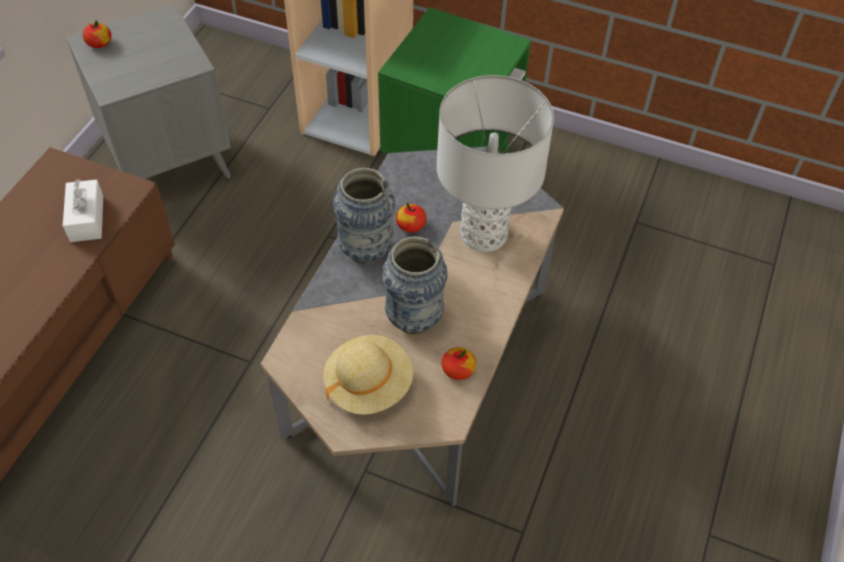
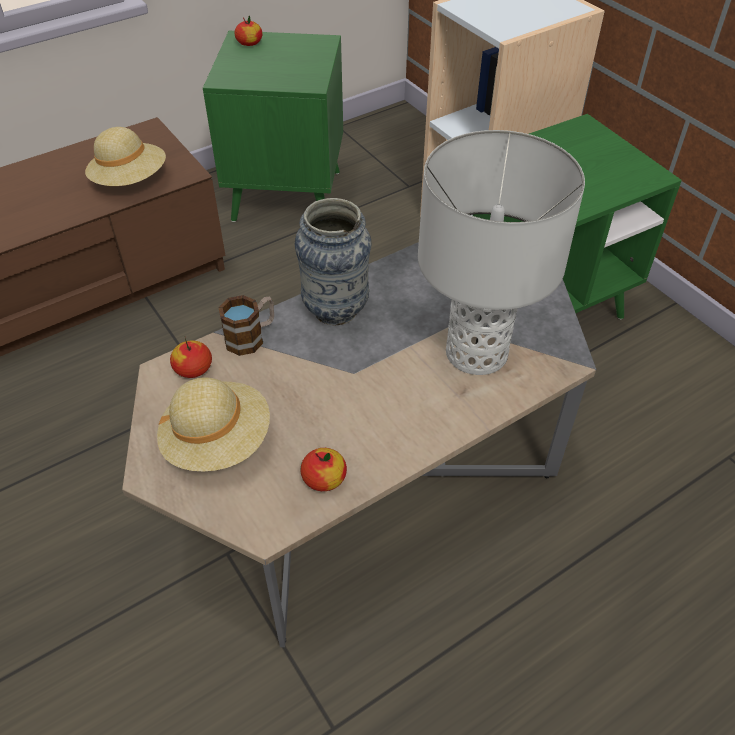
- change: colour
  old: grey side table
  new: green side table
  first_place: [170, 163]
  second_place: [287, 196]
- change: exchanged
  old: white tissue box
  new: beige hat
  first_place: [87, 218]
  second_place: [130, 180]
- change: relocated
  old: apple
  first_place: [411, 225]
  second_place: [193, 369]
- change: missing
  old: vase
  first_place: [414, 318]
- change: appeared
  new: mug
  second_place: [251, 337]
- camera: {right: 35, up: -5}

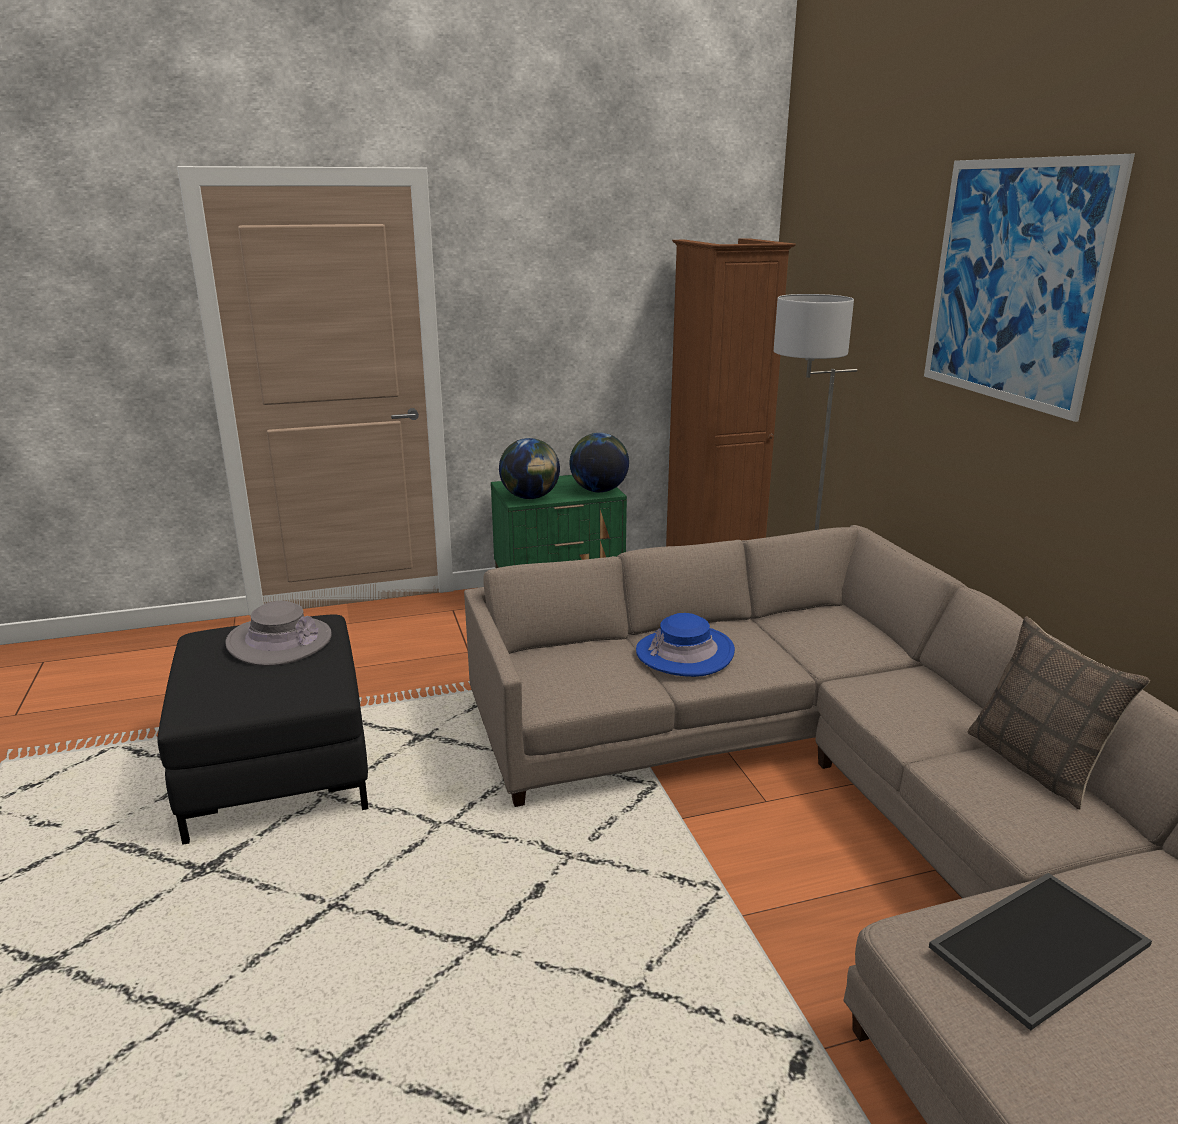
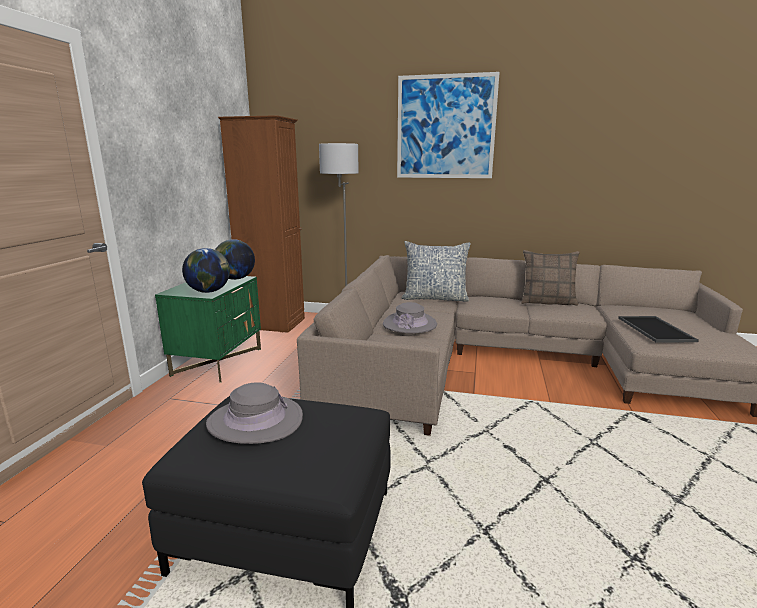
- change: colour
  old: blue hat
  new: grey hat
  first_place: [685, 653]
  second_place: [409, 324]
- change: appeared
  new: pillow
  second_place: [435, 298]
- camera: {right: -60, up: -5}

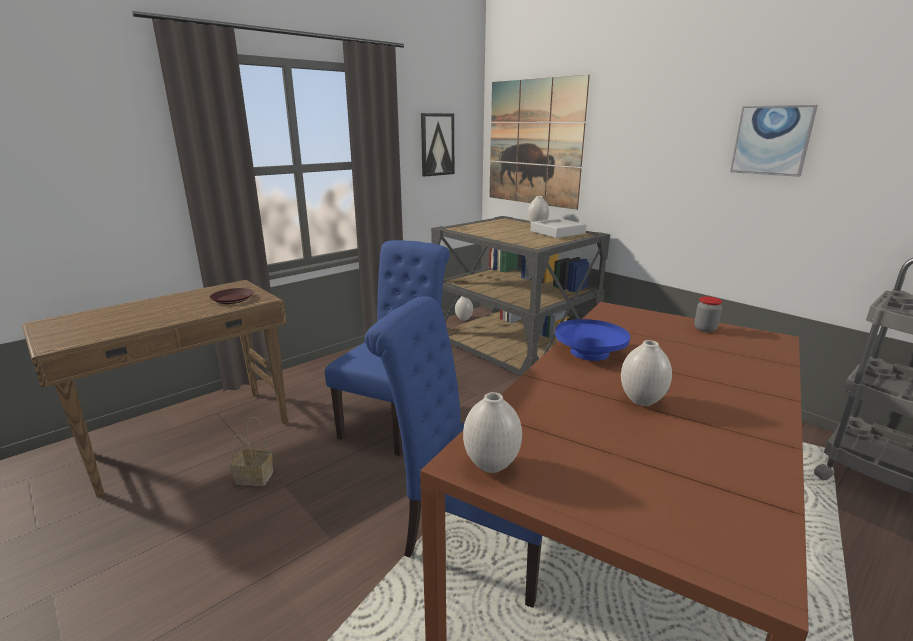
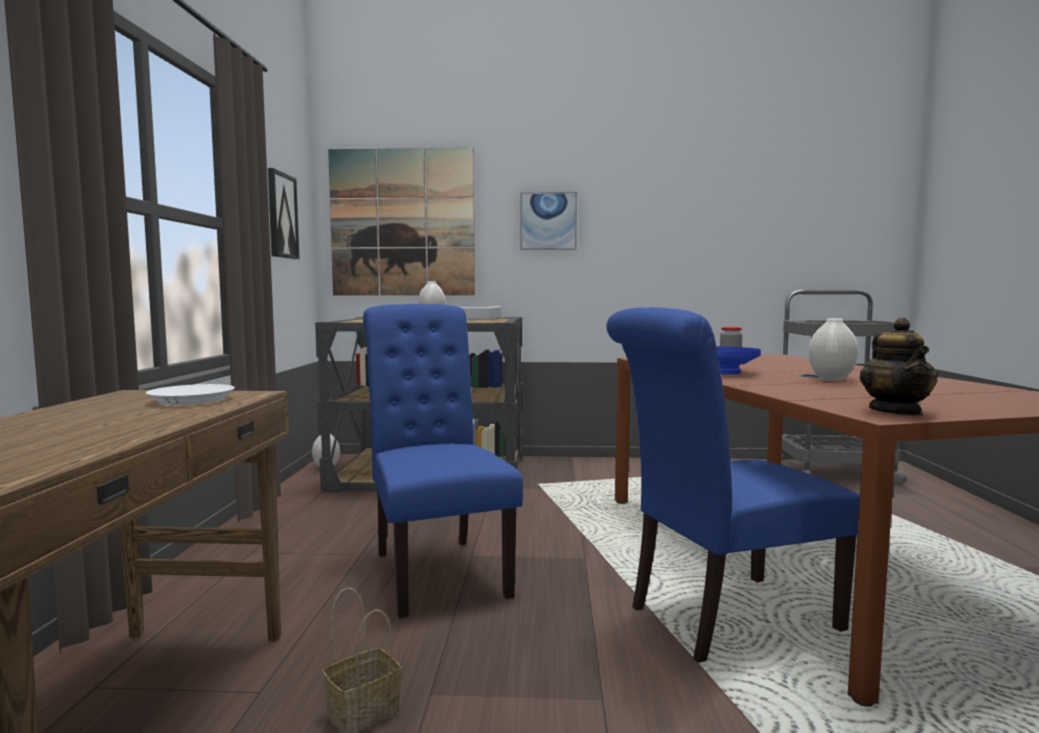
- change: relocated
  old: picture
  first_place: [771, 140]
  second_place: [548, 221]
- change: colour
  old: brown plate
  new: white plate
  first_place: [232, 299]
  second_place: [192, 400]
- change: exchanged
  old: white vase
  new: teapot
  first_place: [492, 465]
  second_place: [895, 412]
- camera: {right: -45, up: -15}

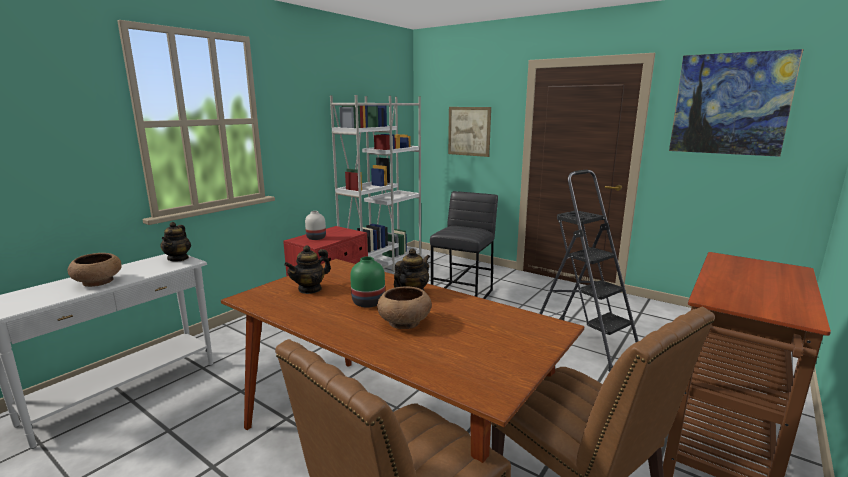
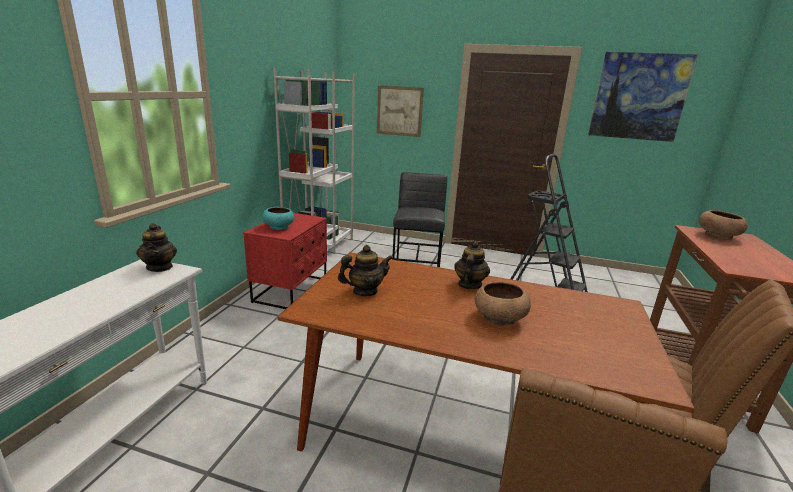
- change: exchanged
  old: white vase
  new: turquoise bowl
  first_place: [316, 238]
  second_place: [279, 227]
- change: spun
  old: teapot
  first_place: [310, 289]
  second_place: [365, 291]
  degrees: -135
- change: relocated
  old: brown bowl
  first_place: [99, 282]
  second_place: [718, 236]
- change: missing
  old: green vase
  first_place: [368, 302]
- camera: {right: -20, up: 5}

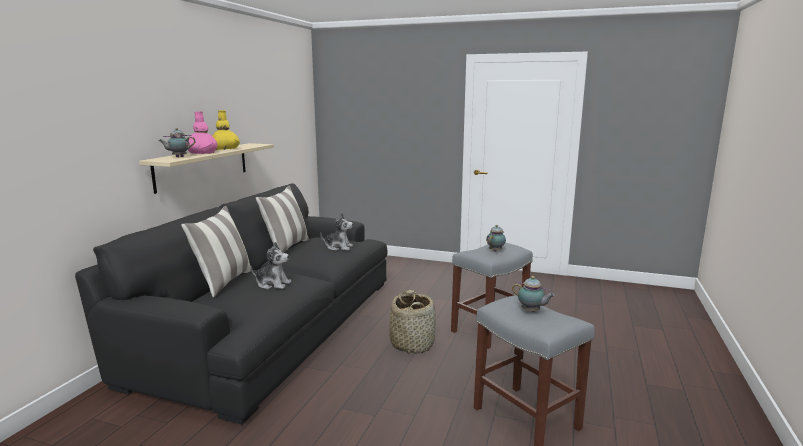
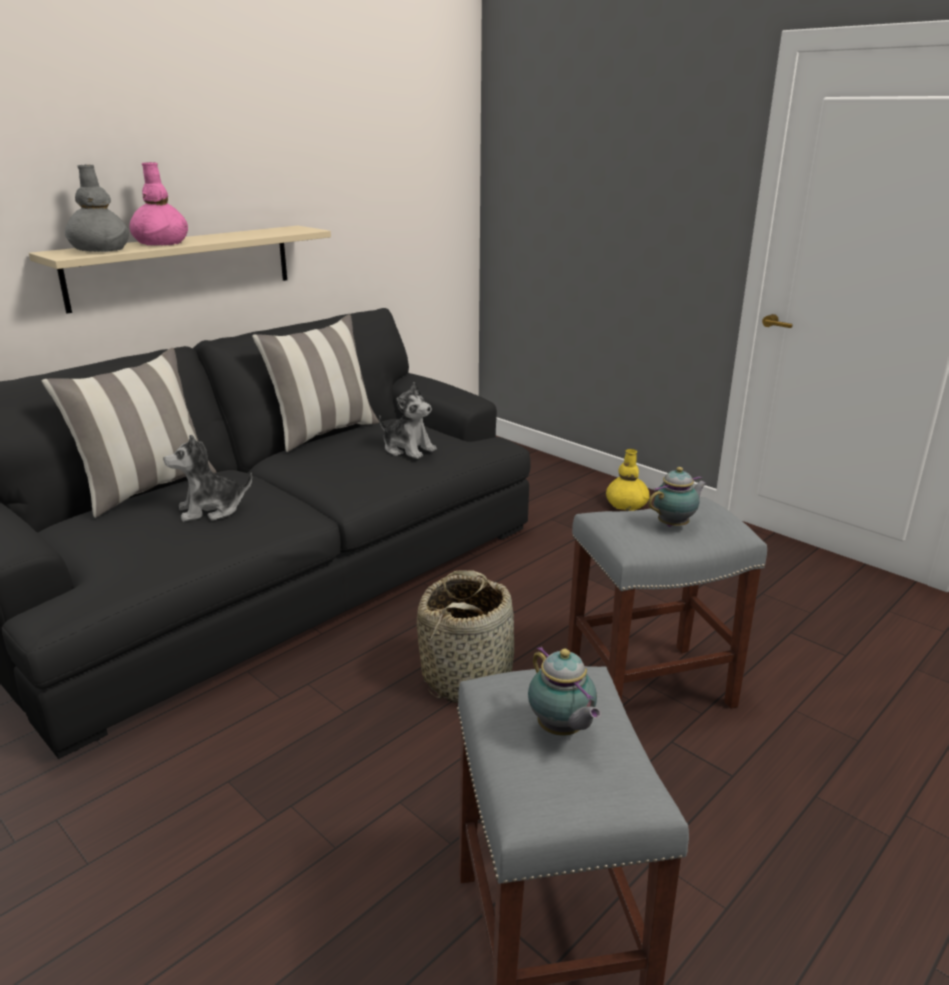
- change: relocated
  old: yellow vase
  first_place: [225, 149]
  second_place: [626, 505]
- change: exchanged
  old: teapot
  new: grey vase
  first_place: [178, 157]
  second_place: [100, 249]
- change: spun
  old: plush toy
  first_place: [273, 284]
  second_place: [211, 510]
  degrees: 120
- camera: {right: 25, up: 10}

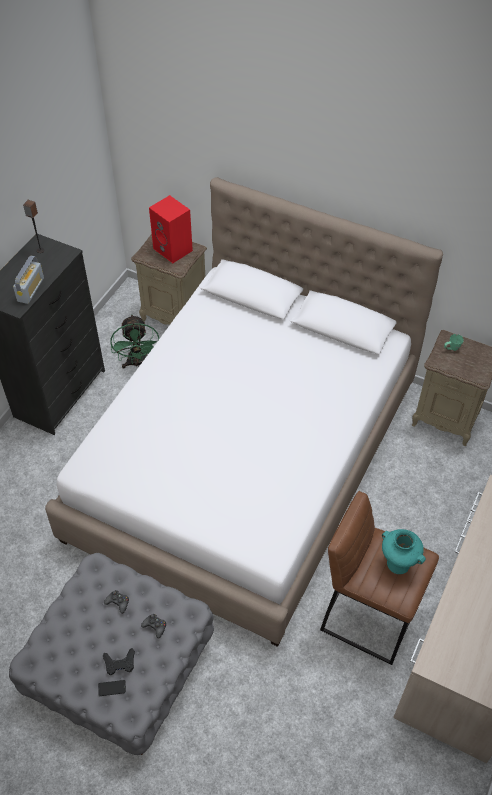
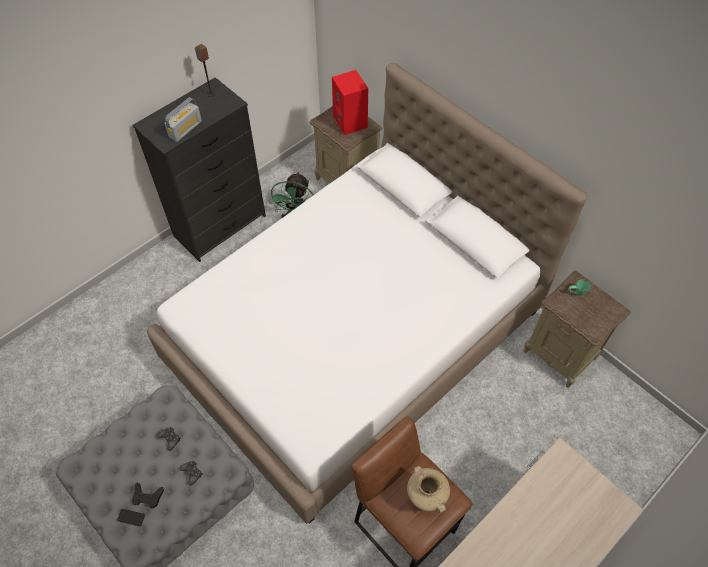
- change: colour
  old: turquoise vase
  new: beige vase
  first_place: [397, 564]
  second_place: [424, 499]
- camera: {right: 20, up: 5}

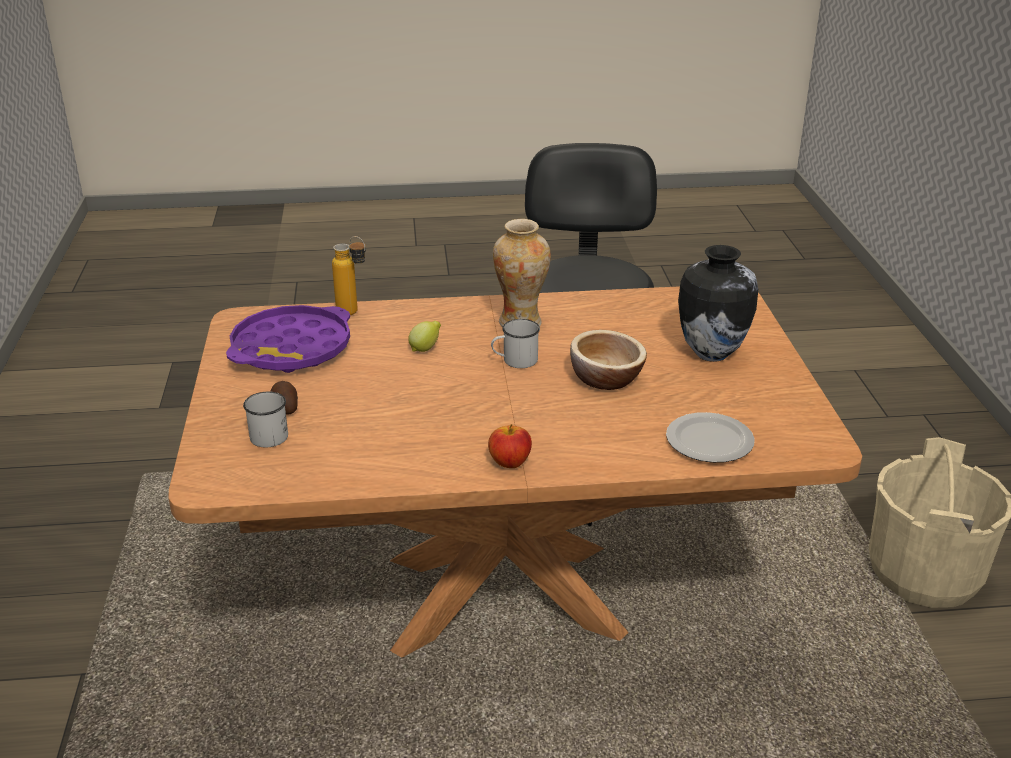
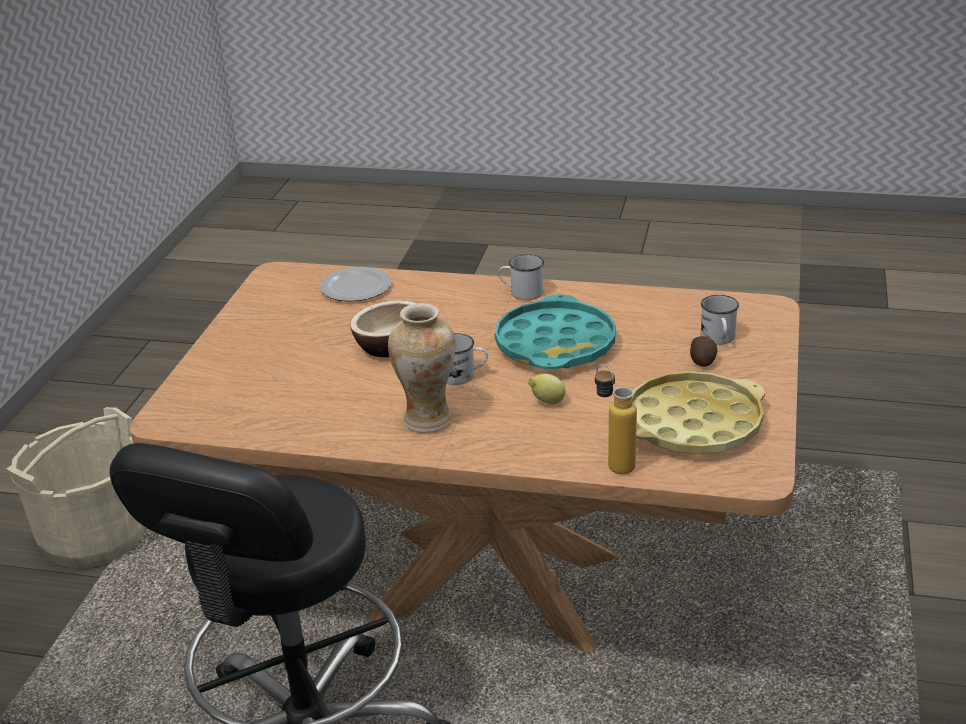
- change: missing
  old: vase
  first_place: [711, 353]
- change: colour
  old: purple tray
  new: yellow tray
  first_place: [291, 348]
  second_place: [693, 424]
- change: exchanged
  old: apple
  new: white mug
  first_place: [510, 462]
  second_place: [521, 292]
- change: appeared
  new: turquoise tray
  second_place: [555, 345]
- camera: {right: -160, up: 0}

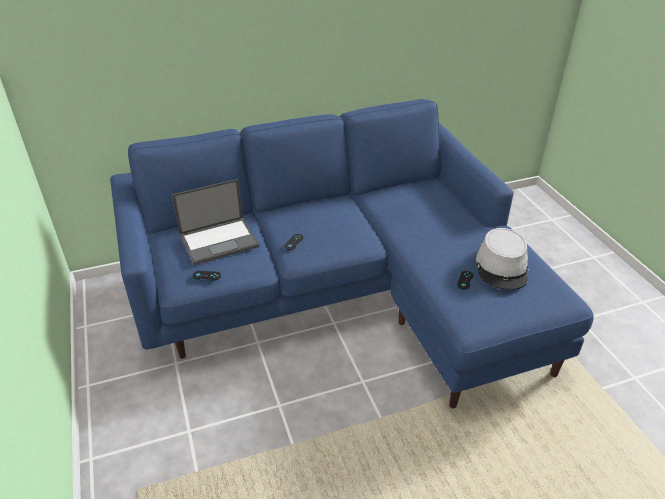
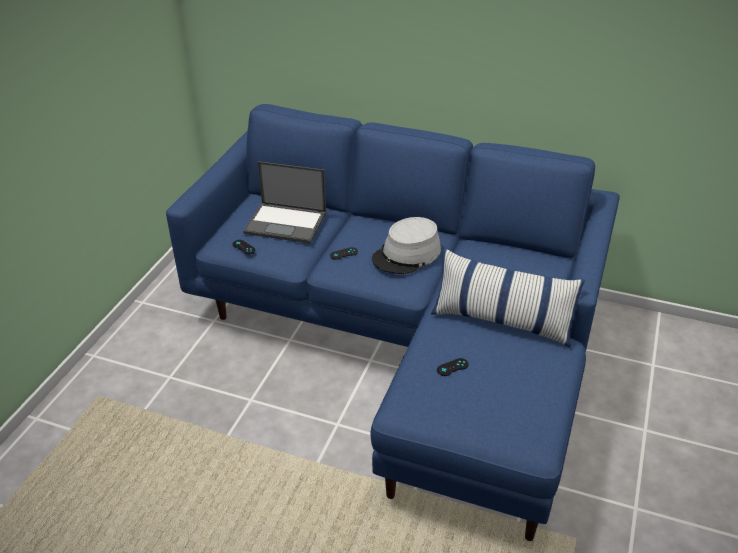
- change: relocated
  old: grey hat
  first_place: [502, 267]
  second_place: [407, 255]
- change: appeared
  new: pillow
  second_place: [502, 320]
- camera: {right: 40, up: 0}

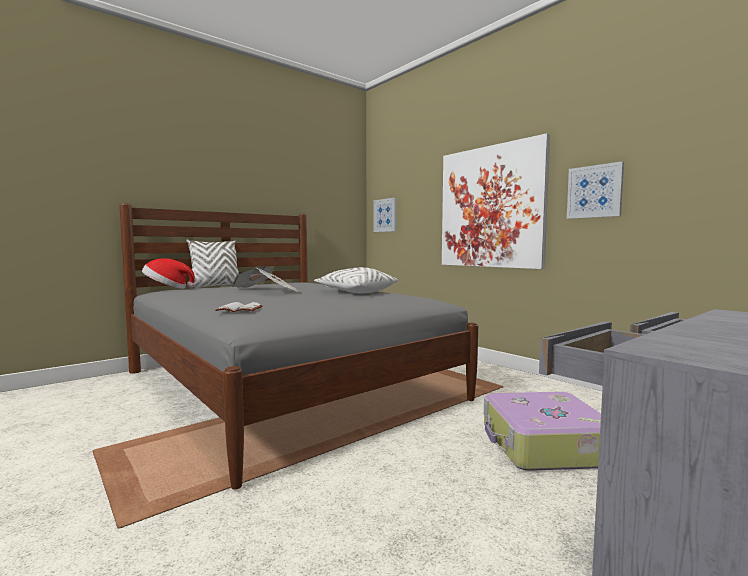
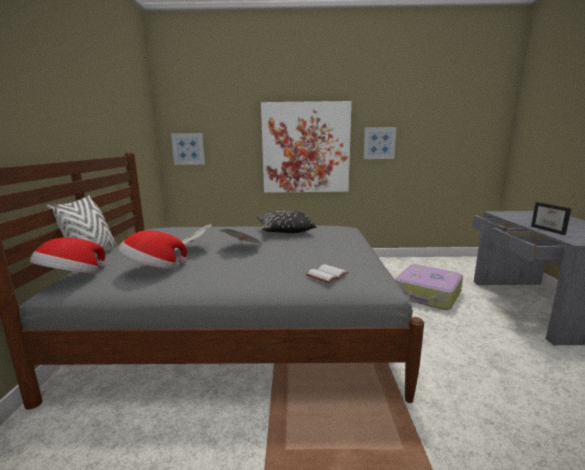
- change: colour
  old: white pillow
  new: black pillow
  first_place: [356, 292]
  second_place: [285, 231]
- change: appeared
  new: picture frame
  second_place: [551, 230]
- change: appeared
  new: hat
  second_place: [154, 269]
- camera: {right: -50, up: 10}

